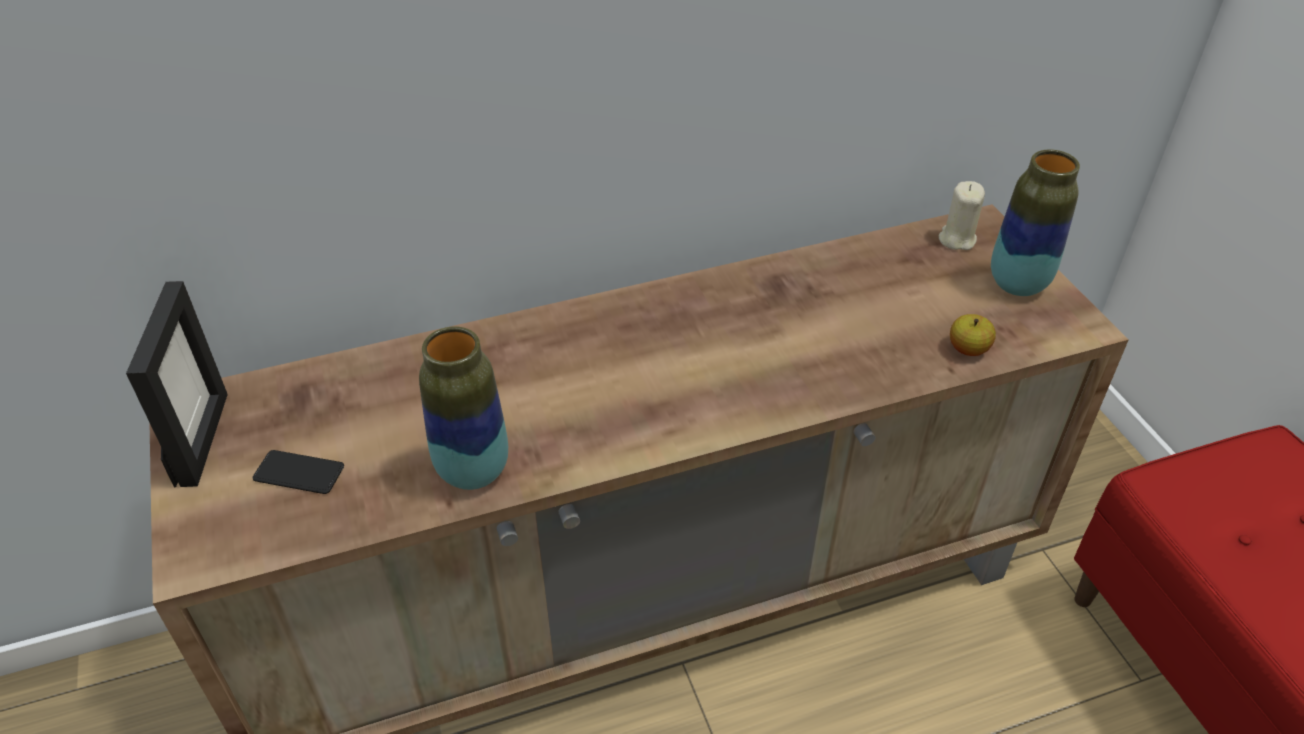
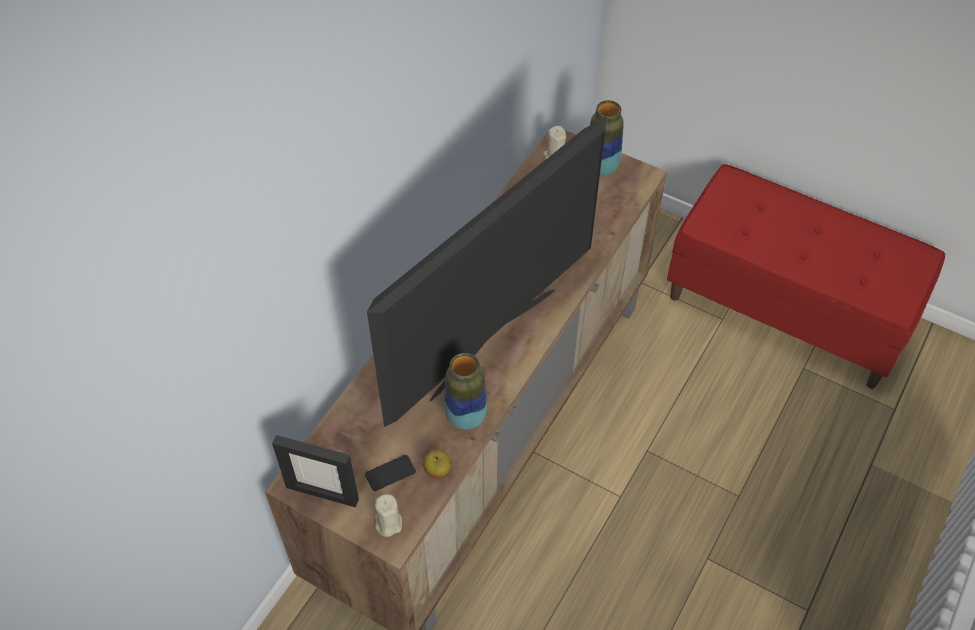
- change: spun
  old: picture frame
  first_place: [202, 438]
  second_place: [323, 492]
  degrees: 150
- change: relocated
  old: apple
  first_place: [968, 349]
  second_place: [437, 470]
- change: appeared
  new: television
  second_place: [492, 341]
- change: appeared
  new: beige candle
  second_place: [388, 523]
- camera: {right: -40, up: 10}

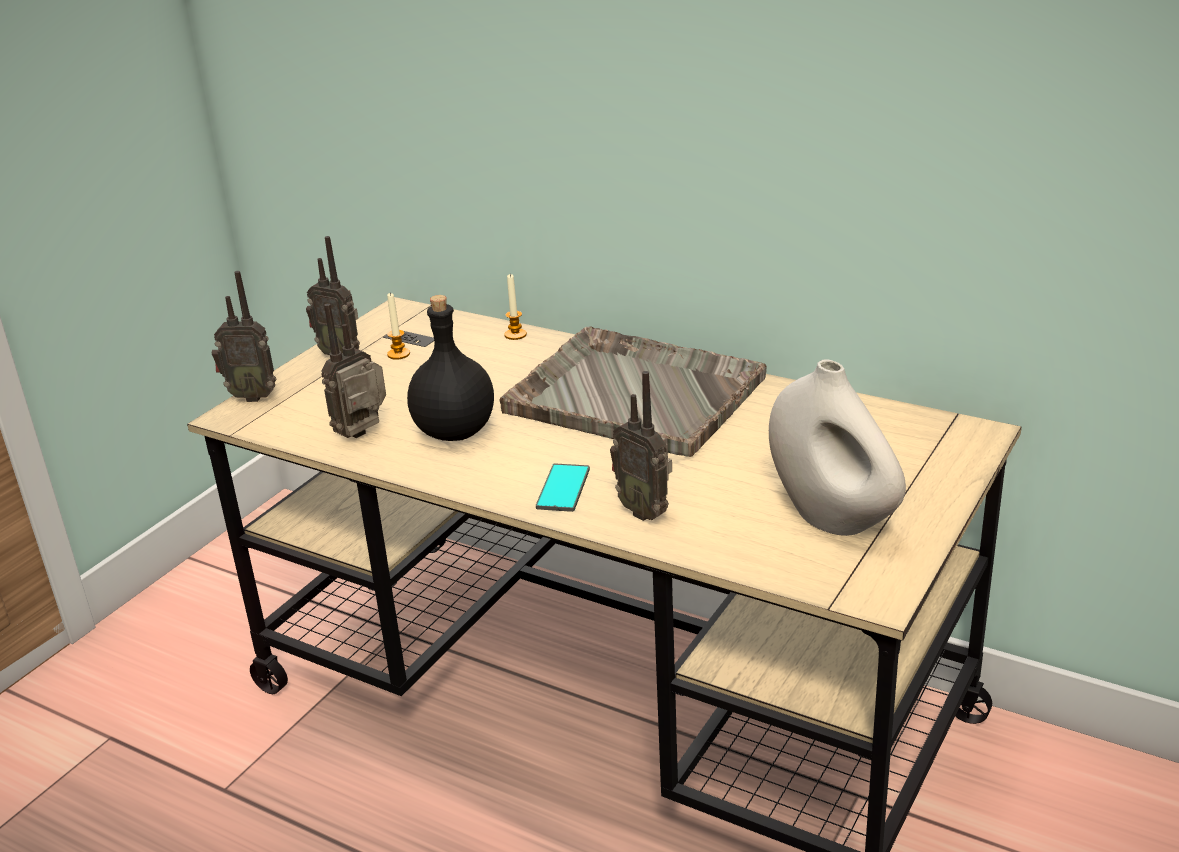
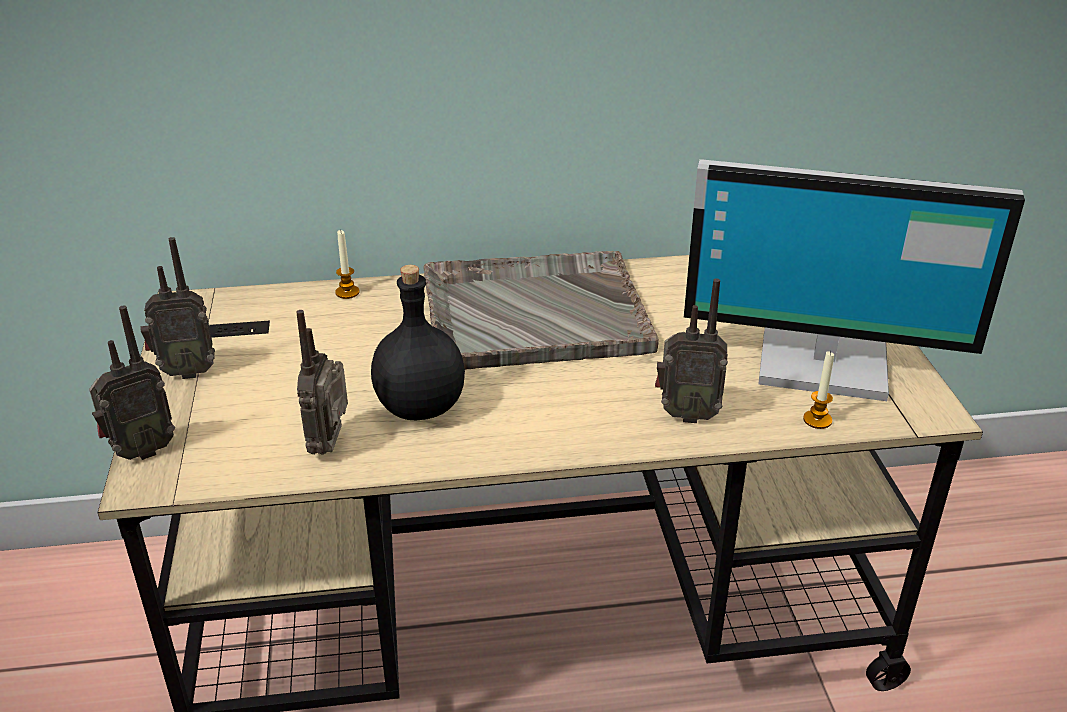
- change: relocated
  old: candle
  first_place: [398, 354]
  second_place: [817, 420]
- change: exchanged
  old: white vase
  new: monitor
  first_place: [832, 517]
  second_place: [822, 362]
- change: missing
  old: phone
  first_place: [563, 488]
- camera: {right: -40, up: 5}

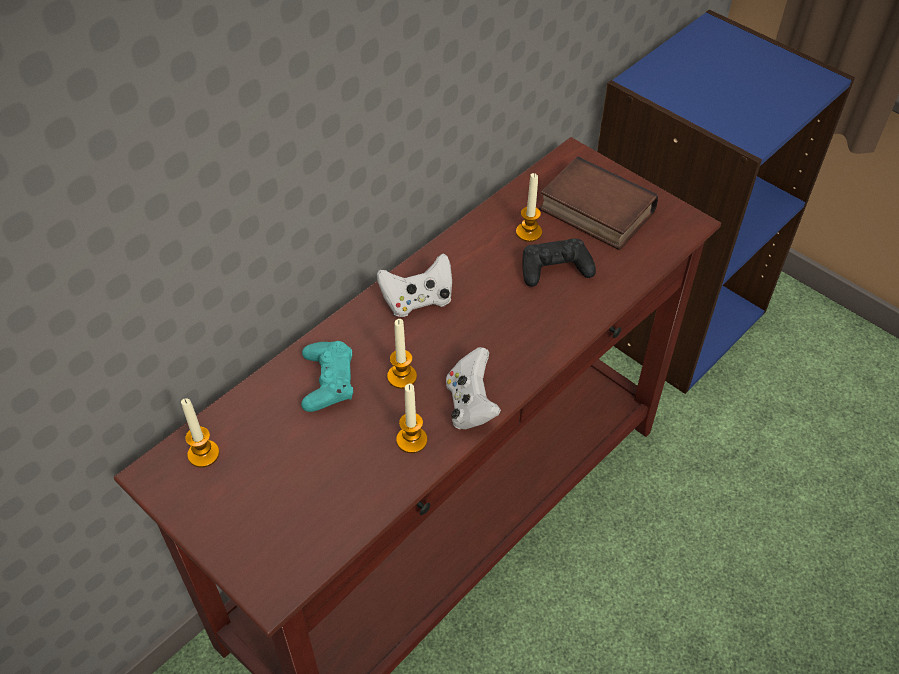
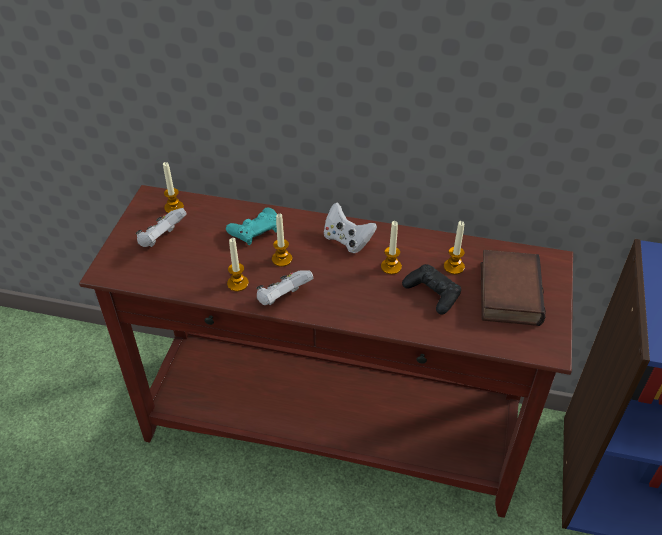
- change: appeared
  new: white game controller
  second_place: [162, 239]
- change: appeared
  new: candle
  second_place: [391, 267]
- camera: {right: 60, up: -5}

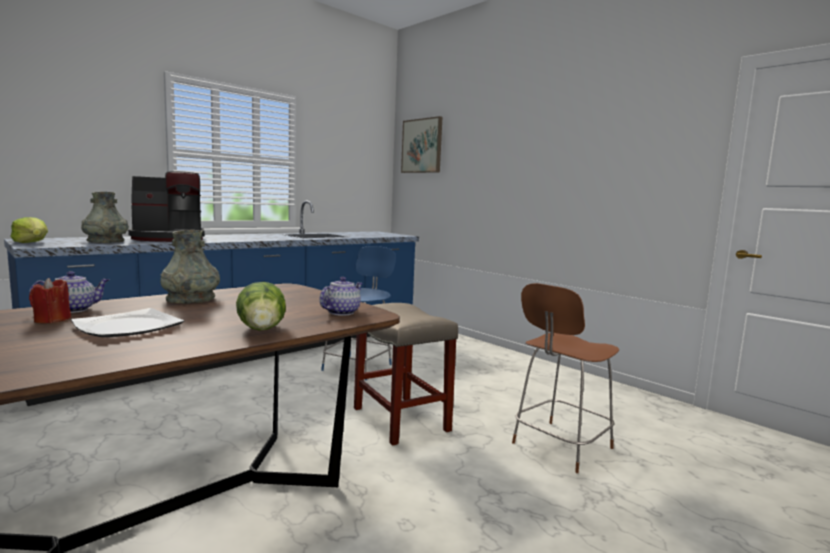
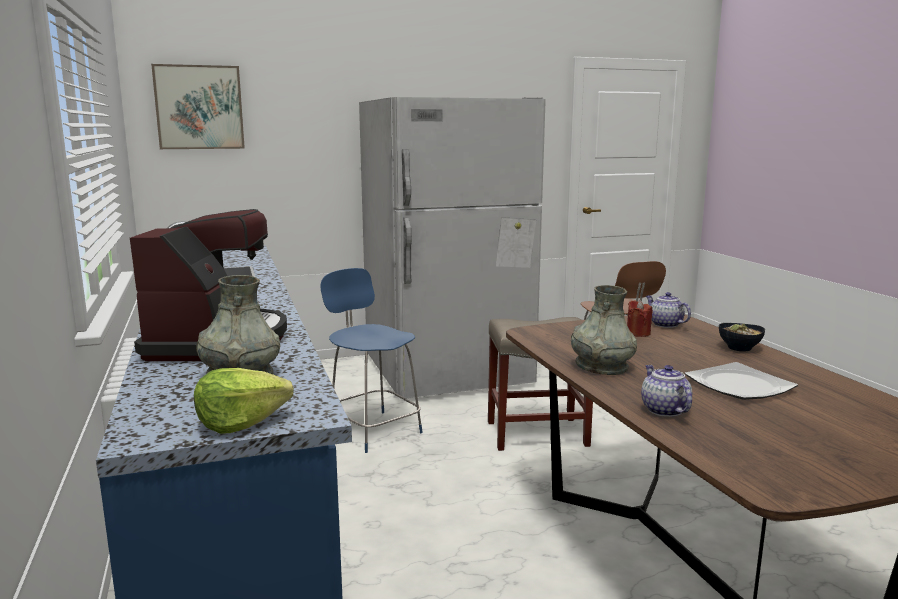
- change: relocated
  old: red candle
  first_place: [52, 320]
  second_place: [638, 333]
- change: exchanged
  old: lettuce
  new: bowl
  first_place: [262, 331]
  second_place: [738, 348]
- change: appeared
  new: white fridge
  second_place: [448, 370]
- camera: {right: -65, up: 5}

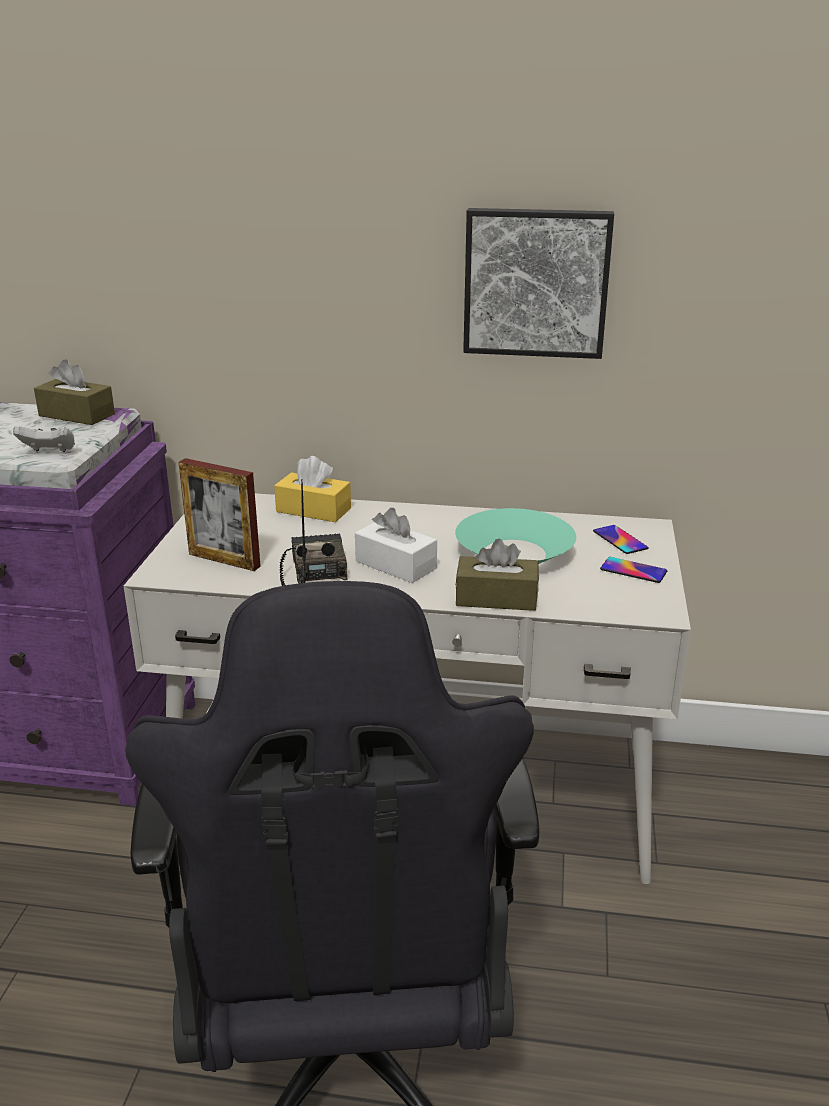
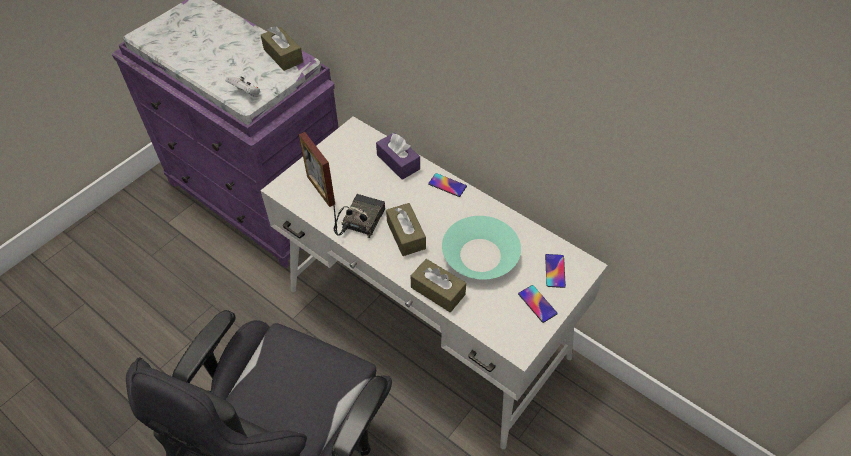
- change: missing
  old: picture
  first_place: [536, 282]
- change: colour
  old: yellow tissue box
  new: purple tissue box
  first_place: [313, 510]
  second_place: [398, 162]
- change: colour
  old: white tissue box
  new: brown tissue box
  first_place: [395, 565]
  second_place: [406, 235]
- change: appeared
  new: phone
  second_place: [447, 185]
- camera: {right: 30, up: 25}

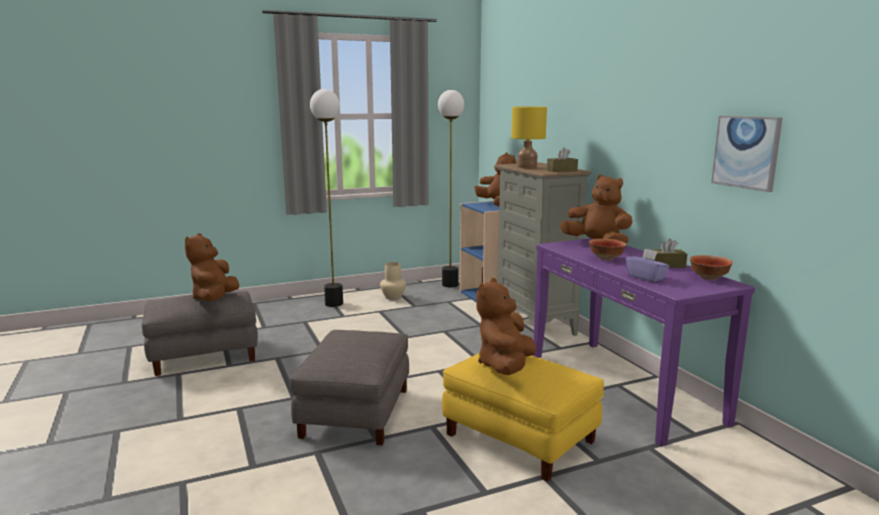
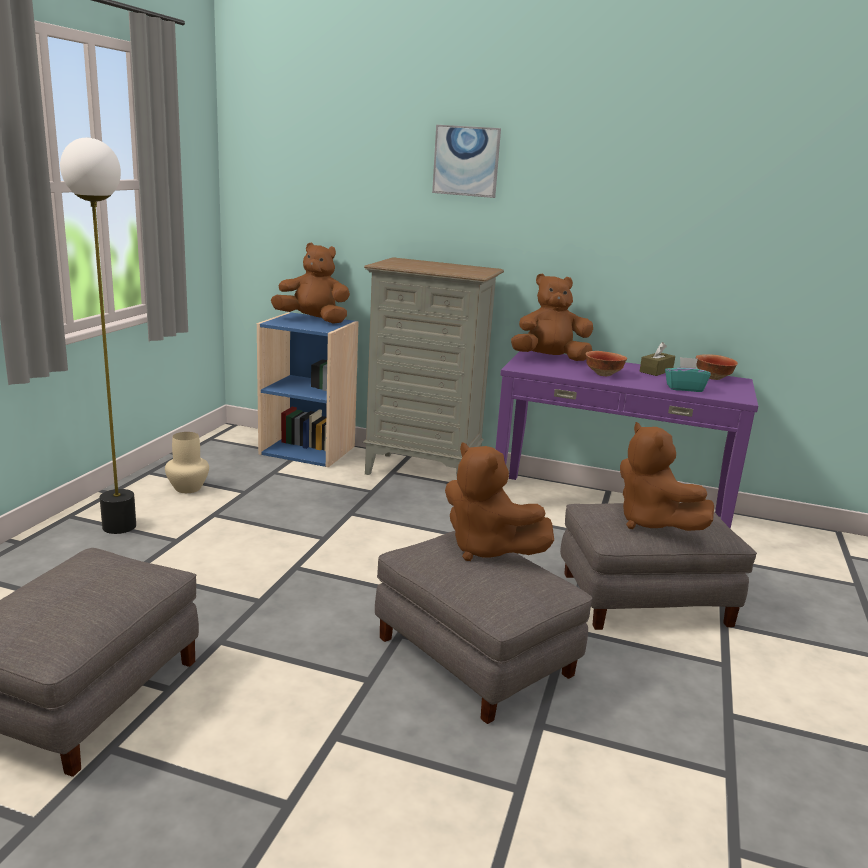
- change: missing
  old: floor lamp
  first_place: [450, 285]
- change: missing
  old: yellow table lamp
  first_place: [527, 167]
- change: relocated
  old: picture
  first_place: [746, 152]
  second_place: [466, 161]
- change: missing
  old: brown tissue box
  first_place: [562, 170]
- change: relocated
  old: brown plush toy
  first_place: [214, 299]
  second_place: [487, 549]
- change: colour
  old: purple tissue box
  new: turquoise tissue box
  first_place: [646, 277]
  second_place: [684, 388]
- change: colour
  old: yellow ottoman
  new: grey ottoman
  first_place: [520, 437]
  second_place: [645, 598]
- camera: {right: -50, up: 5}

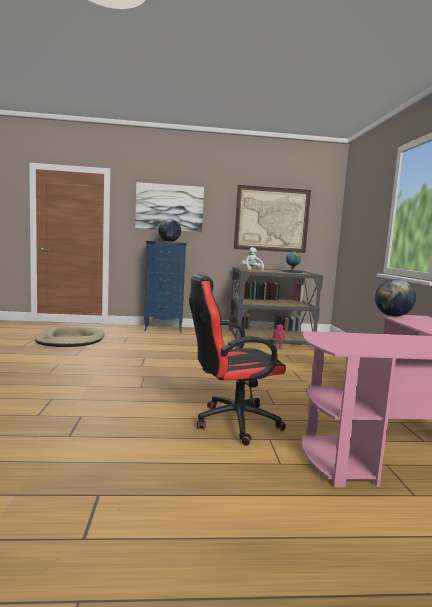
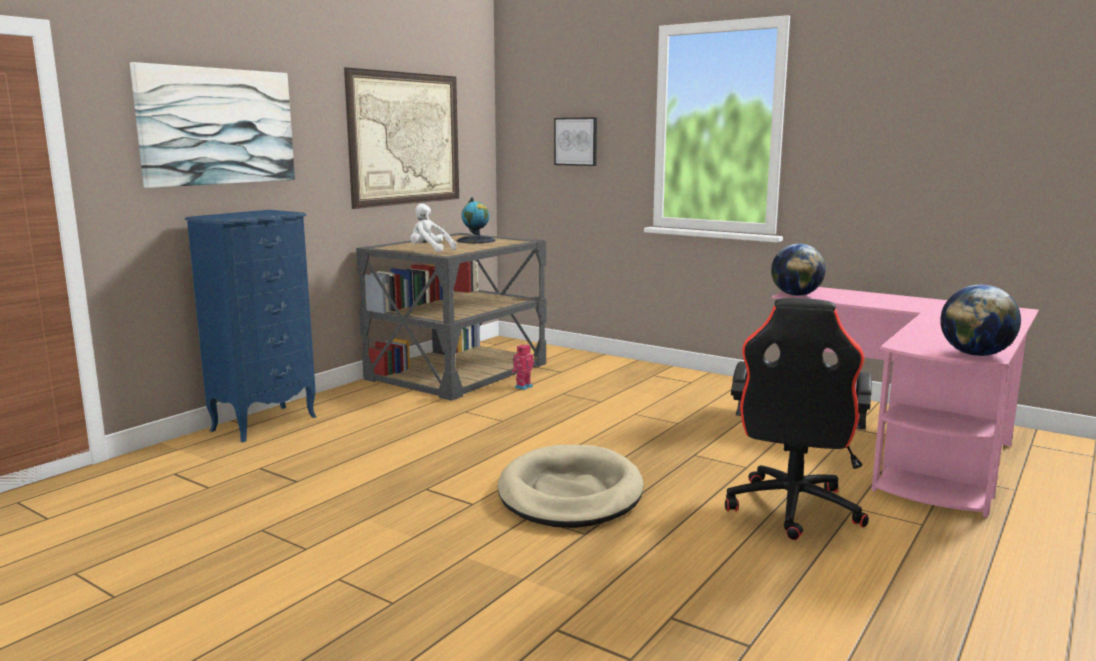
- change: relocated
  old: globe
  first_place: [169, 241]
  second_place: [975, 354]
- change: relocated
  old: beige dog bed
  first_place: [70, 340]
  second_place: [570, 493]
- change: appeared
  new: picture
  second_place: [576, 141]
- camera: {right: -50, up: 5}

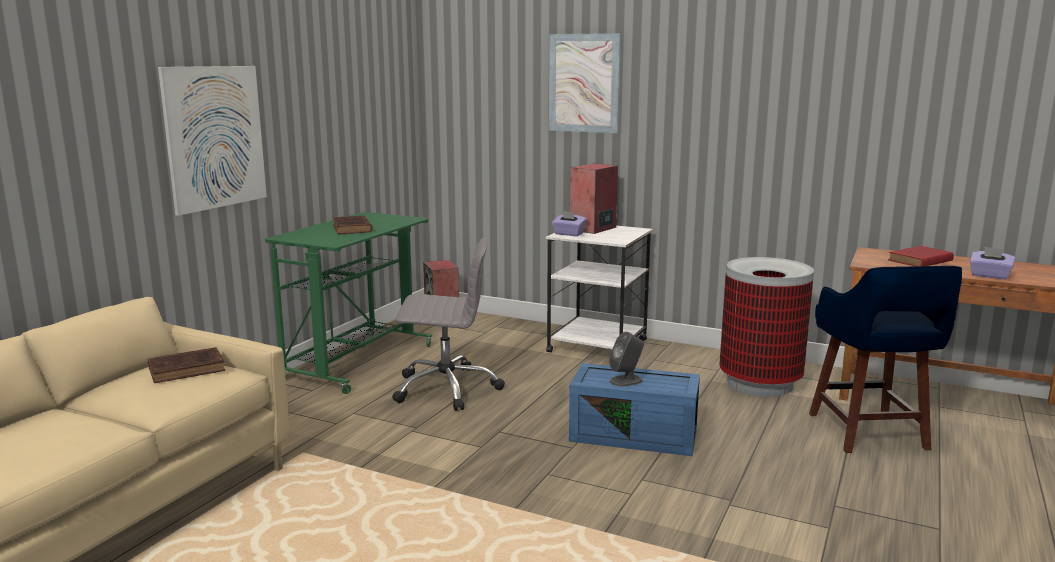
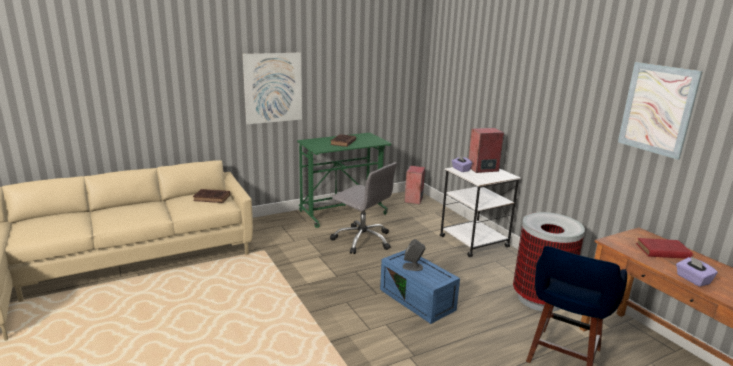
- change: relocated
  old: picture
  first_place: [584, 83]
  second_place: [657, 109]
- camera: {right: 35, up: 5}

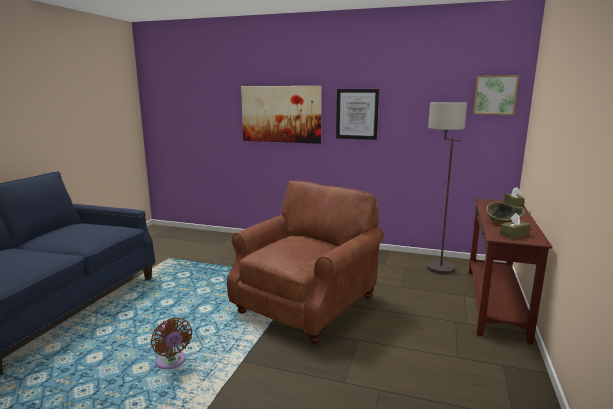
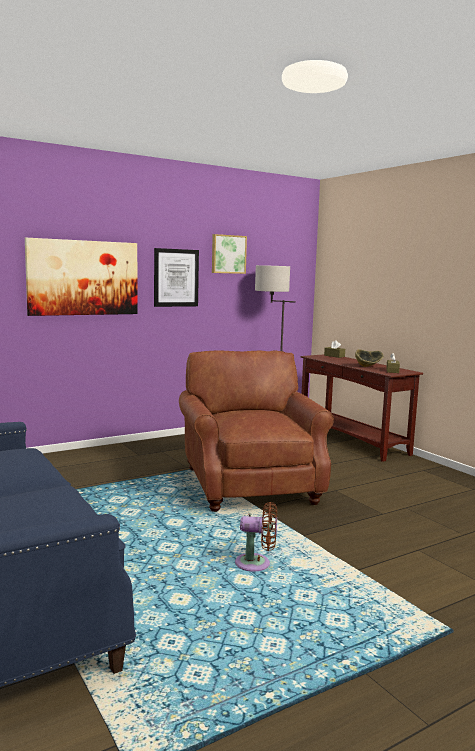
- change: relocated
  old: picture
  first_place: [495, 95]
  second_place: [228, 254]
- camera: {right: -50, up: -5}

